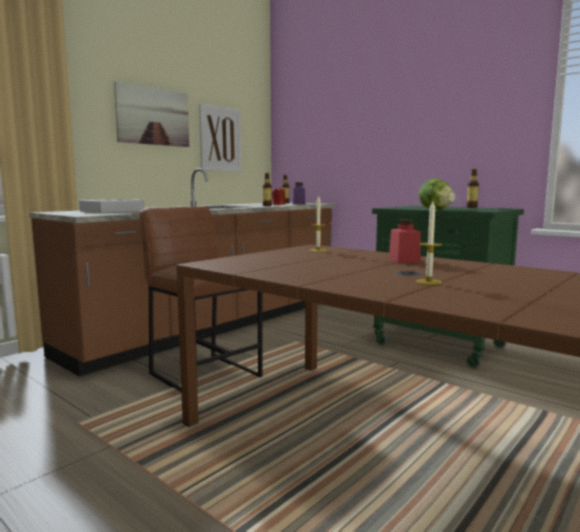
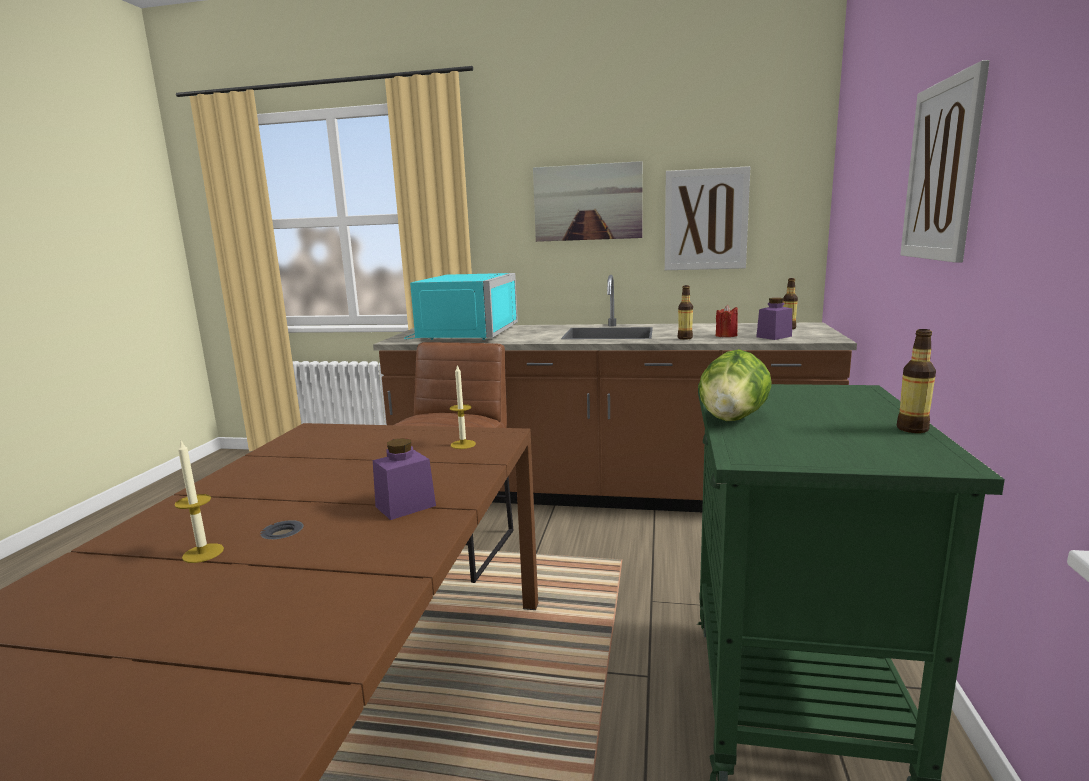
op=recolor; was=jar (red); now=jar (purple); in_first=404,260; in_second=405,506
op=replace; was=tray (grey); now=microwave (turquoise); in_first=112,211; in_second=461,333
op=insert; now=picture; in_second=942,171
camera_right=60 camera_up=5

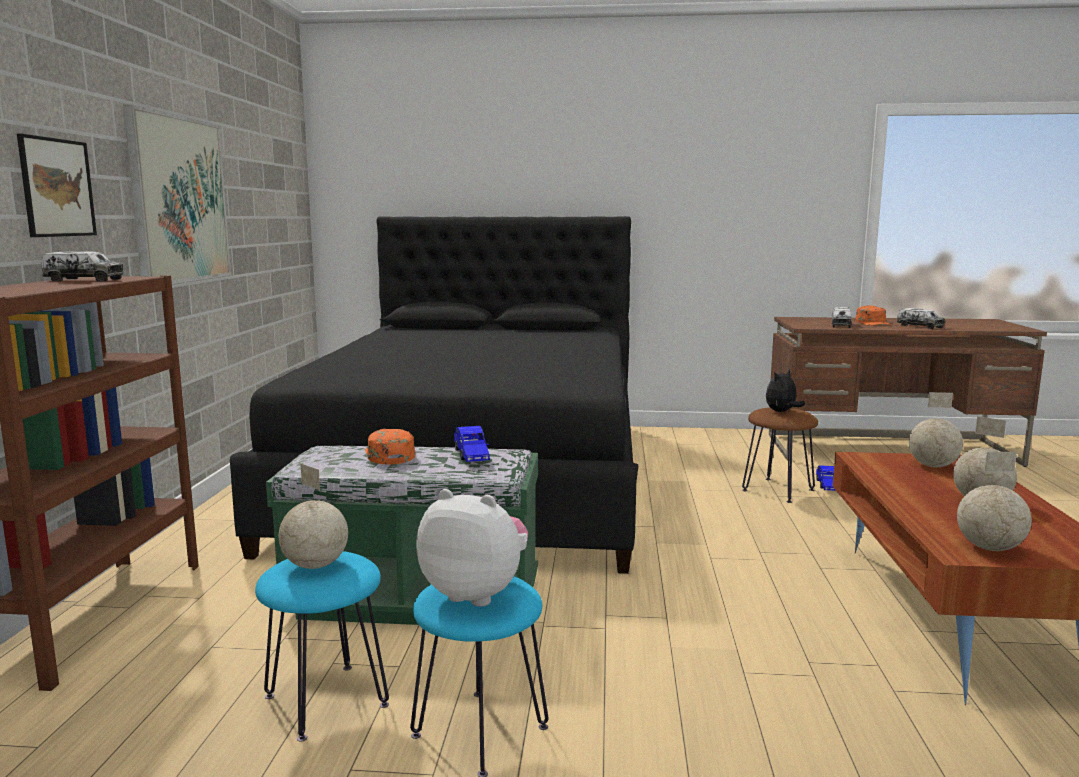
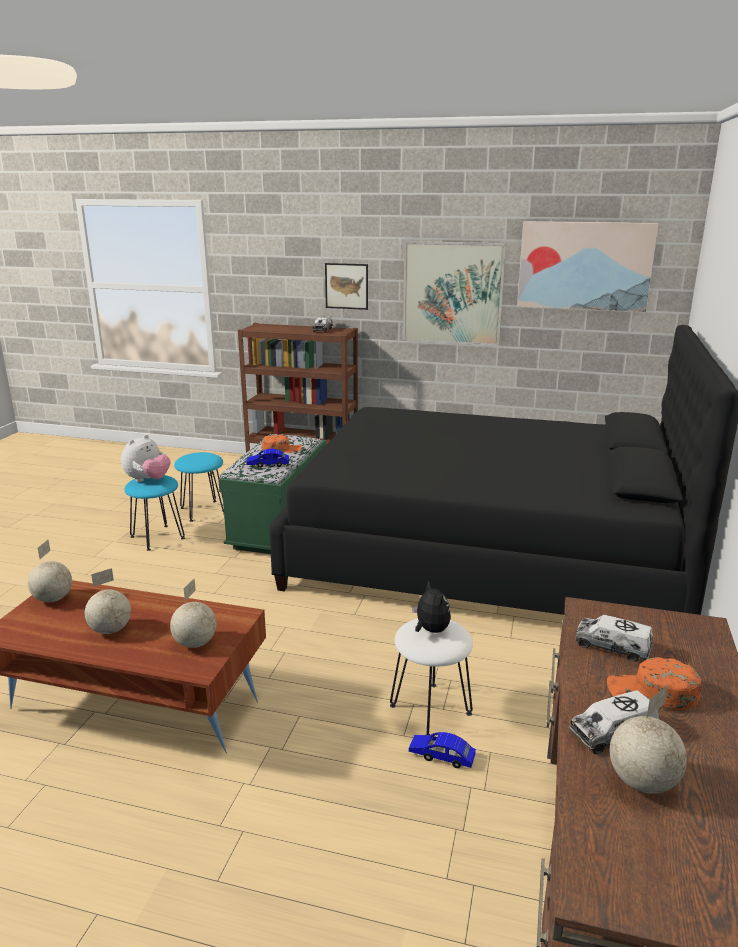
op=recolor; was=stool (brown); now=stool (white); in_first=778,490; in_second=430,710
op=insert; now=picture; in_second=584,266
op=move; was=globe; in_first=315,566; in_second=641,782
camera_right=100 camera_up=10

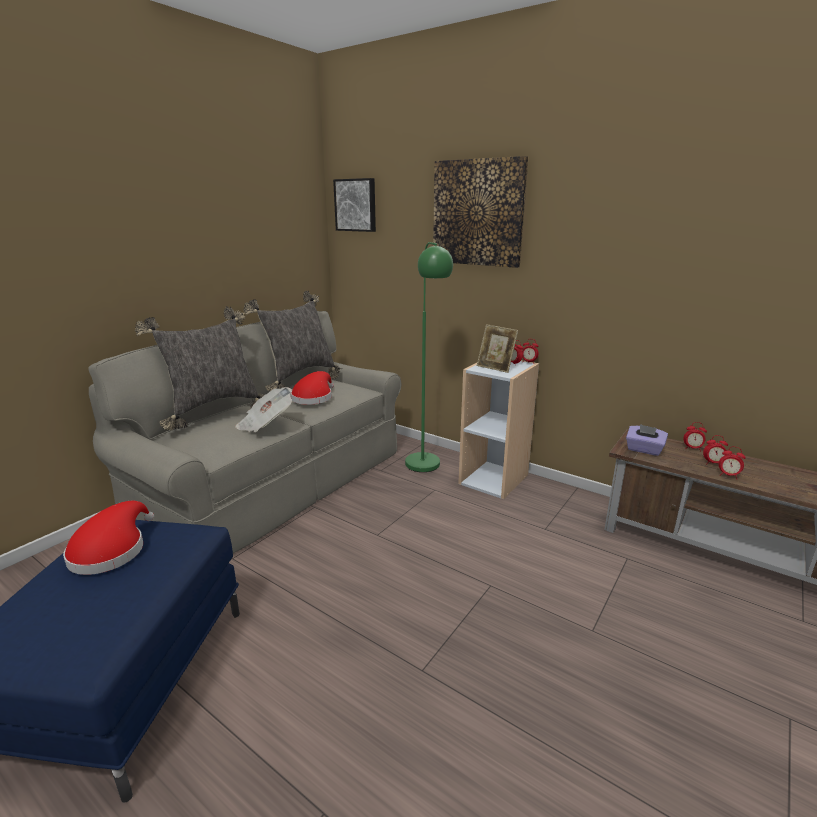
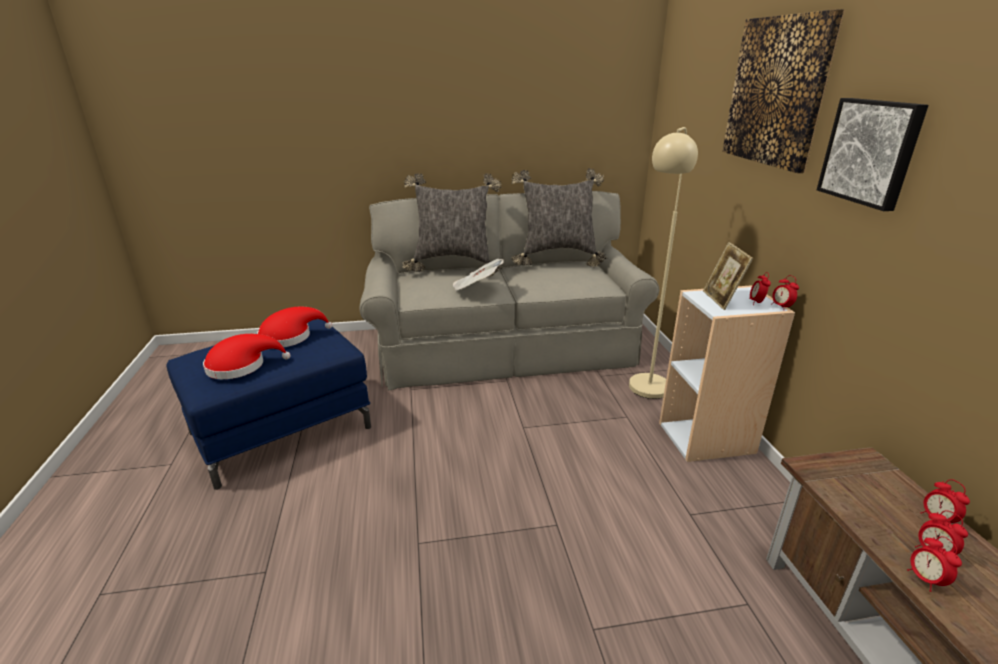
op=move; was=hat (red); in_first=313,397; in_second=241,366
op=recolor; was=floor lamp (green); now=floor lamp (beige); in_first=426,469; in_second=646,394
op=move; was=picture; in_first=356,205; in_second=871,152
op=delete; was=tissue box (purple); in_first=644,450
camera_right=45 camera_up=5

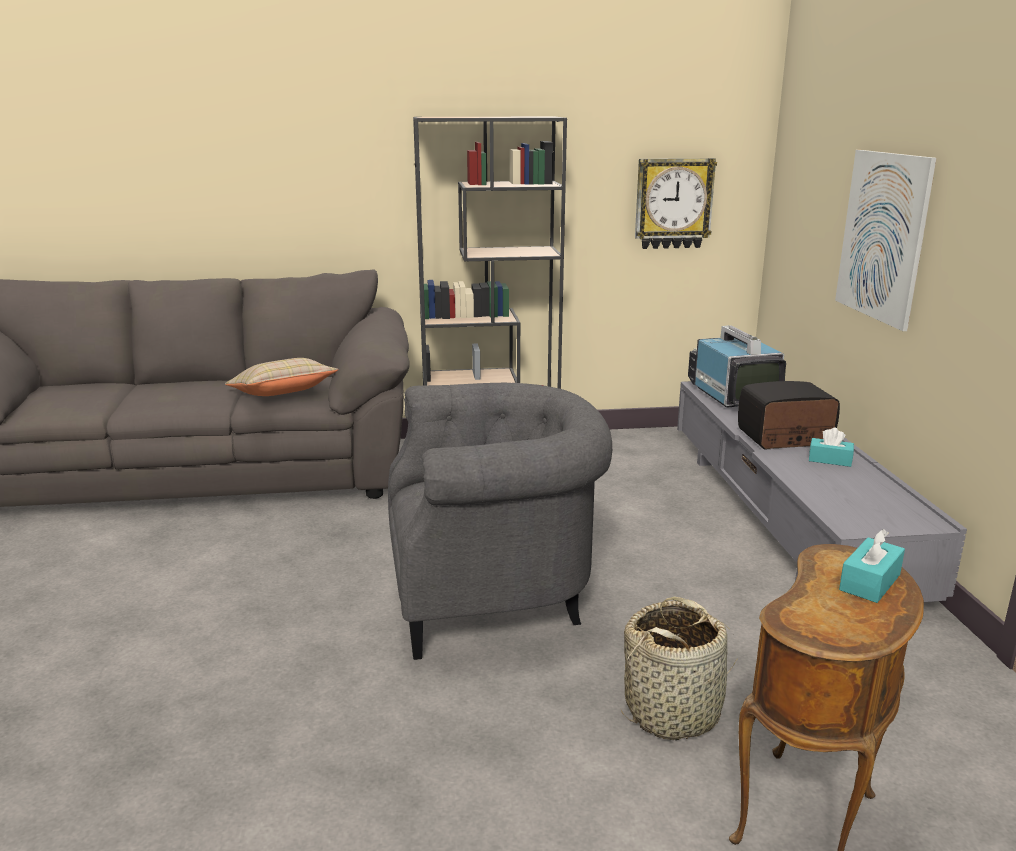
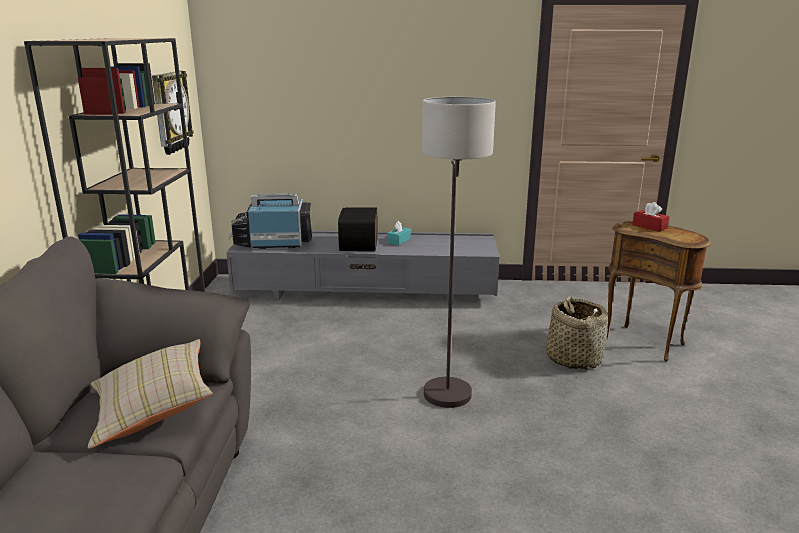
op=replace; was=armchair (grey); now=floor lamp (grey); in_first=494,598; in_second=448,402
op=recolor; was=tissue box (turquoise); now=tissue box (red); in_first=870,582; in_second=649,226
op=delete; was=picture; in_first=882,236
camera_right=-80 camera_up=0

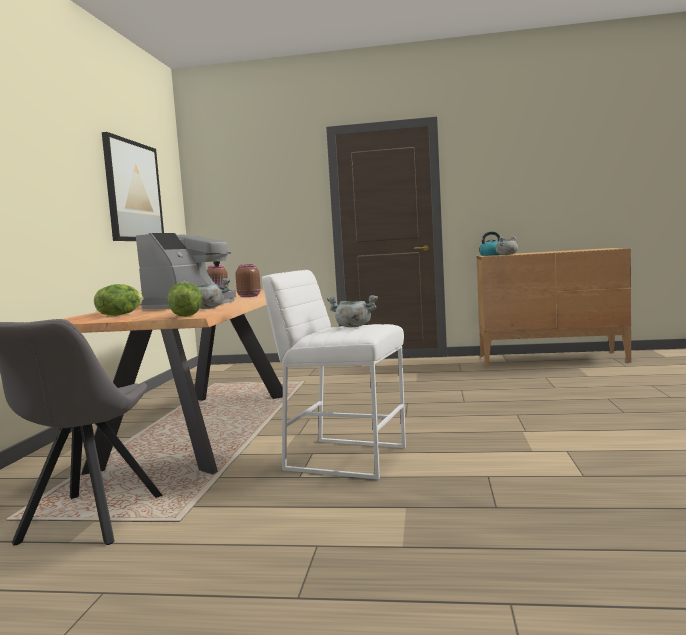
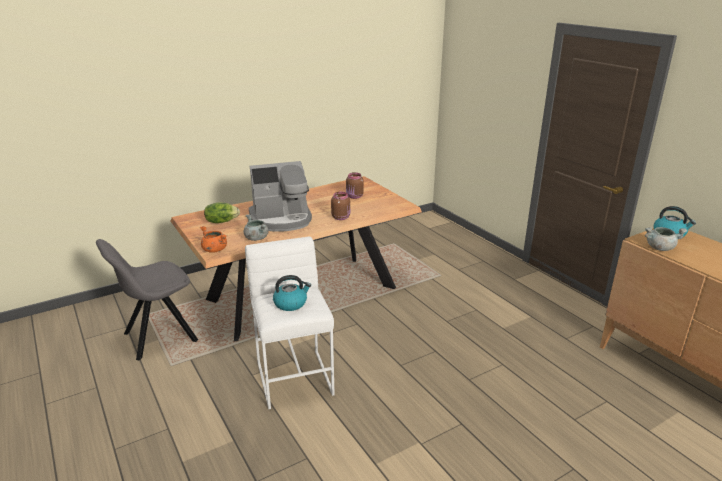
op=replace; was=lettuce; now=cooking pot (orange); in_first=185,316; in_second=214,250
op=replace; was=cooking pot (grey); now=kettle; in_first=353,326; in_second=291,303
op=delete; was=picture; in_first=133,191
camera_right=50 camera_up=20

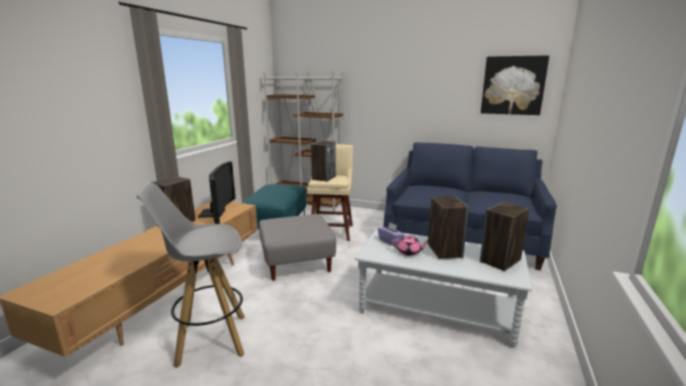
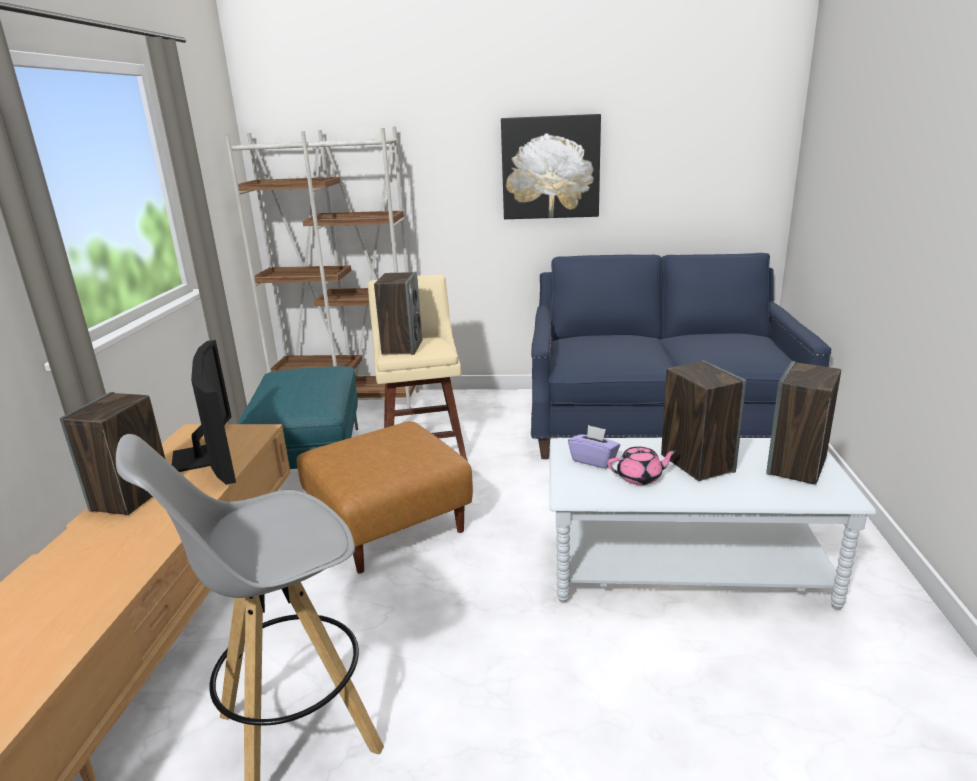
op=recolor; was=ottoman (grey); now=ottoman (brown); in_first=297,262; in_second=389,524
op=move; was=picture; in_first=513,85; in_second=550,167
camera_right=-15 camera_up=5

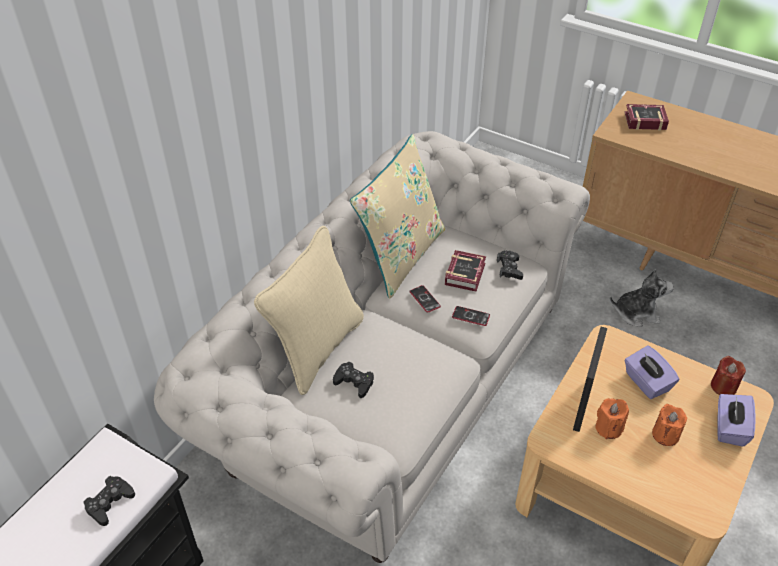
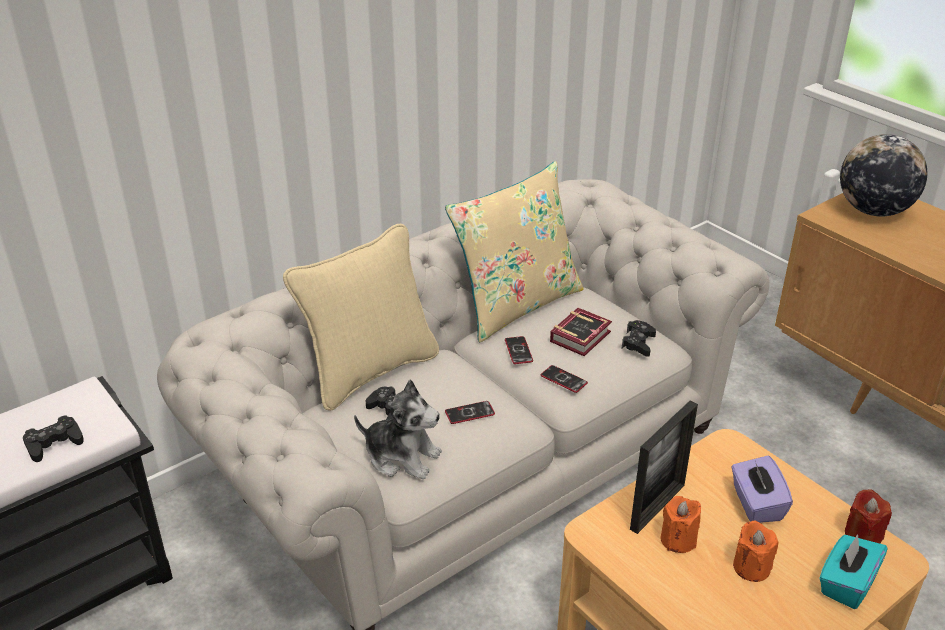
op=move; was=plush toy; in_first=636,313; in_second=402,457
op=insert; now=phone; in_second=469,413
op=recolor; was=tissue box (purple); now=tissue box (turquoise); in_first=729,428; in_second=846,584
op=replace; was=book; now=globe; in_first=643,120; in_second=873,211
camera_right=20 camera_up=-10

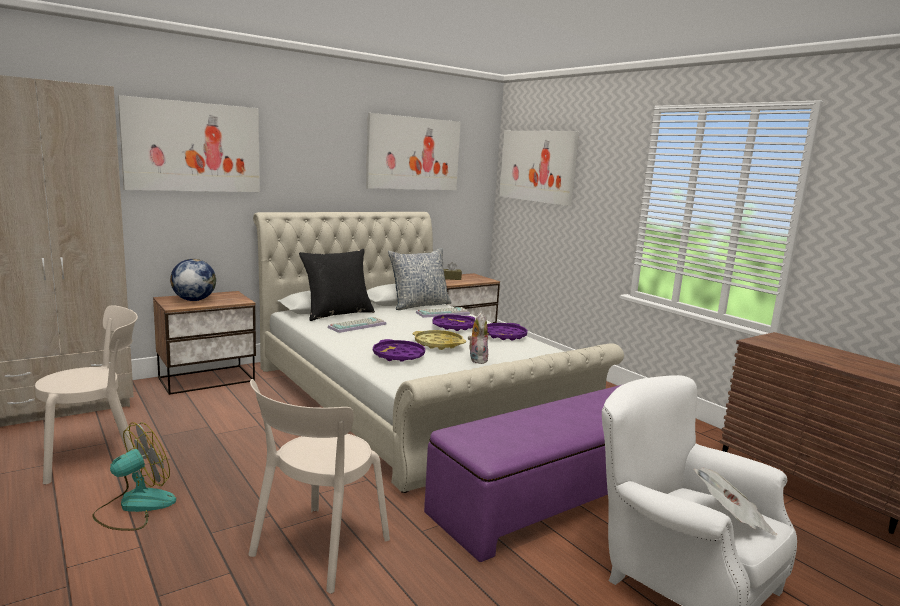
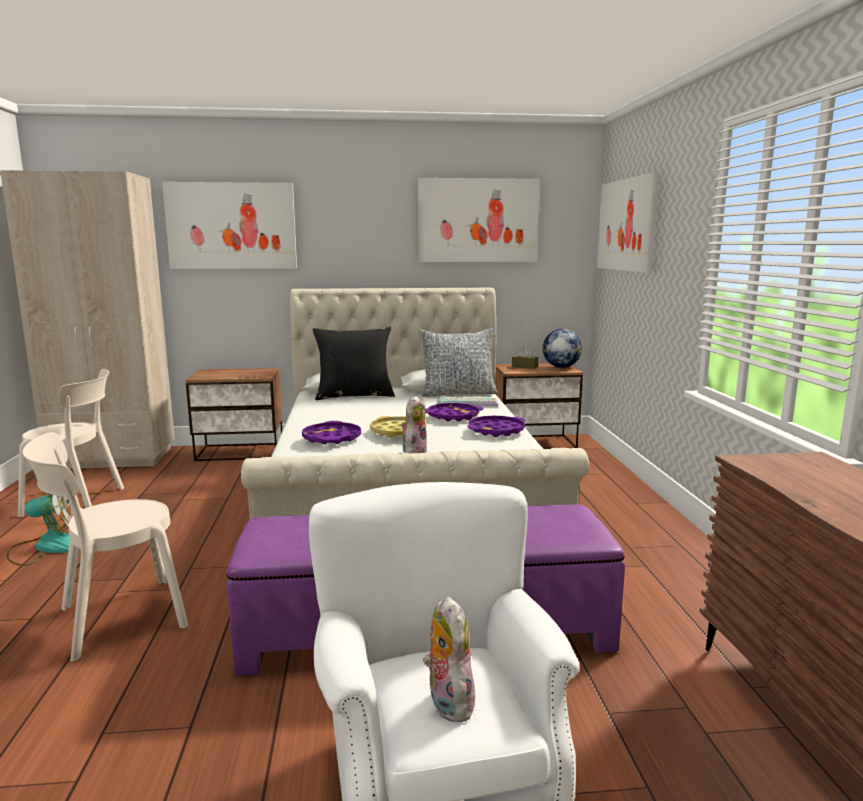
op=replace; was=newspaper; now=plush toy; in_first=731,519; in_second=447,702
op=move; was=globe; in_first=193,300; in_second=561,367
op=delete; was=keyboard; in_first=357,325
camera_right=30 camera_up=0

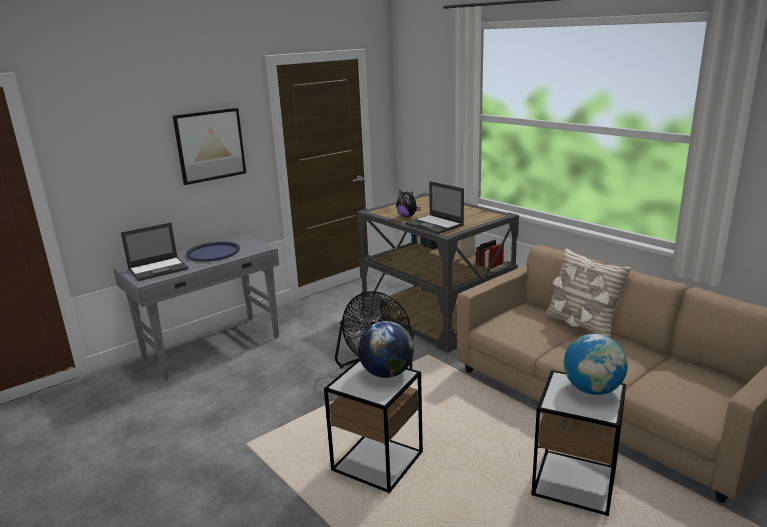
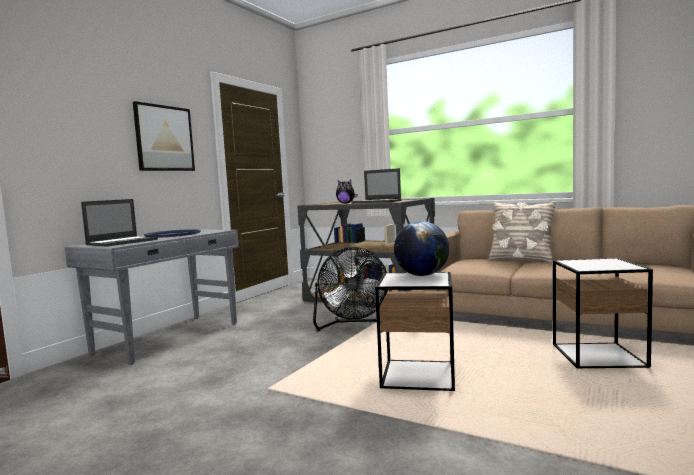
op=delete; was=globe; in_first=592,389
camera_right=-20 camera_up=-15

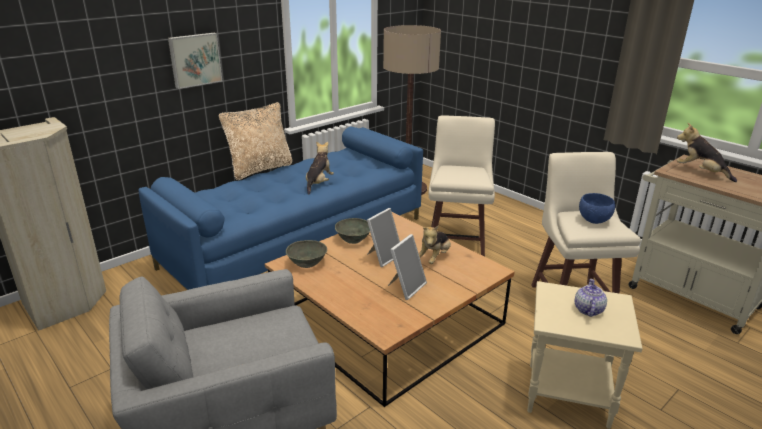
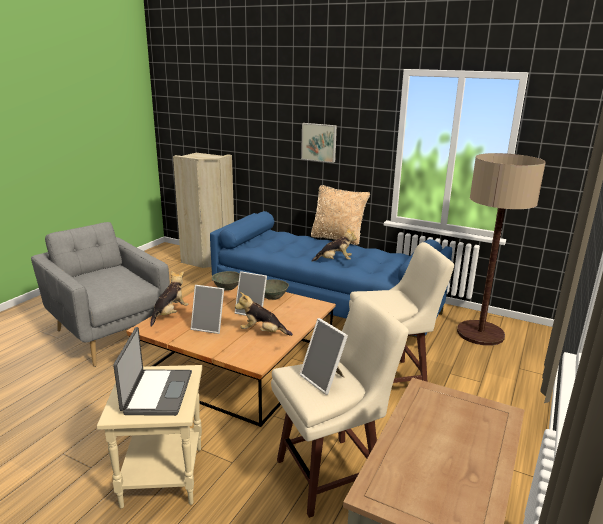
op=replace; was=teapot; now=laptop; in_first=588,309; in_second=156,393
op=move; was=plush toy; in_first=700,172; in_second=170,314
op=replace; was=bowl (blue); now=picture frame; in_first=594,220; in_second=324,380
camera_right=70 camera_up=-5

